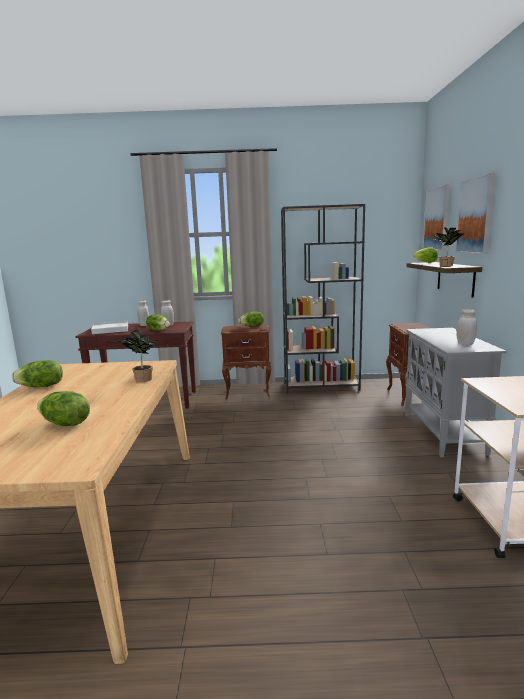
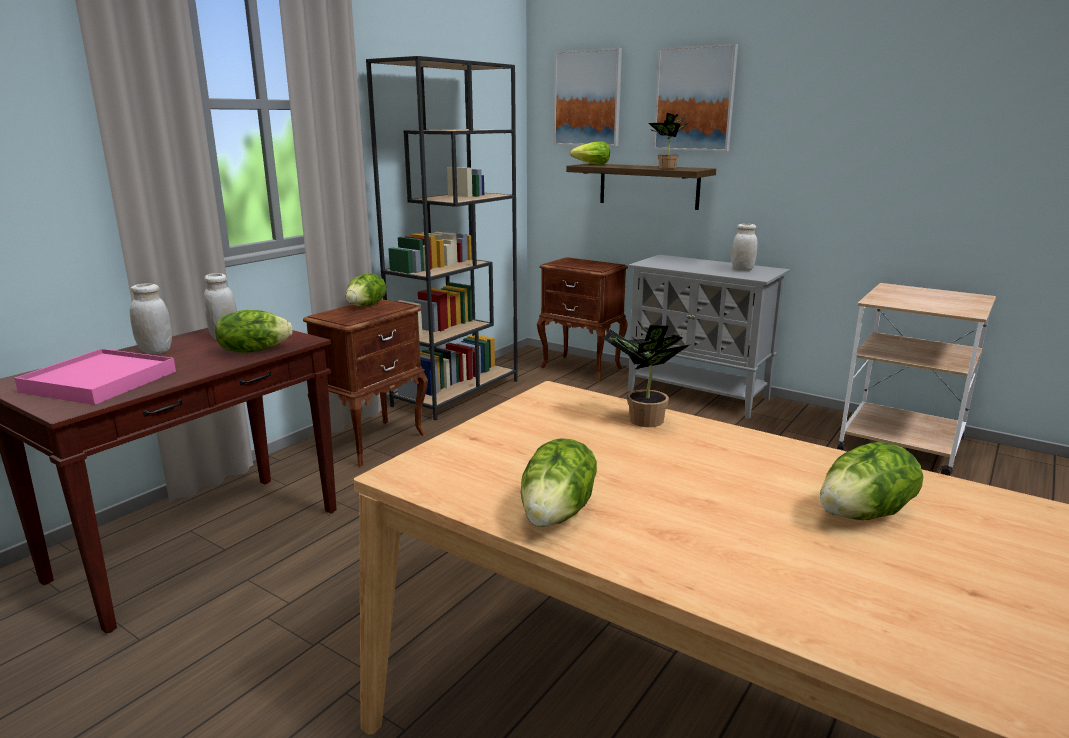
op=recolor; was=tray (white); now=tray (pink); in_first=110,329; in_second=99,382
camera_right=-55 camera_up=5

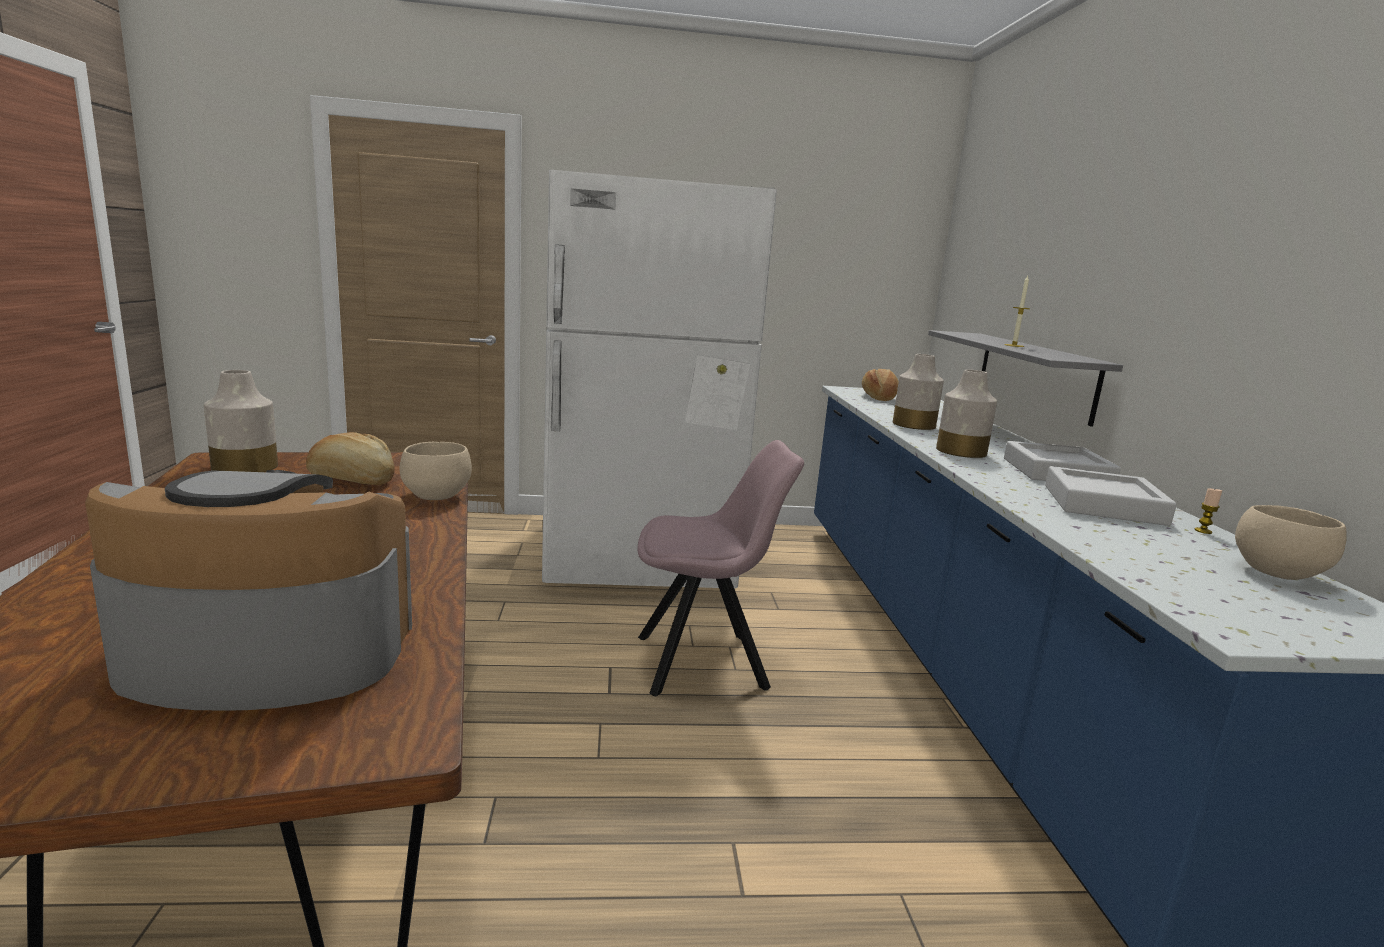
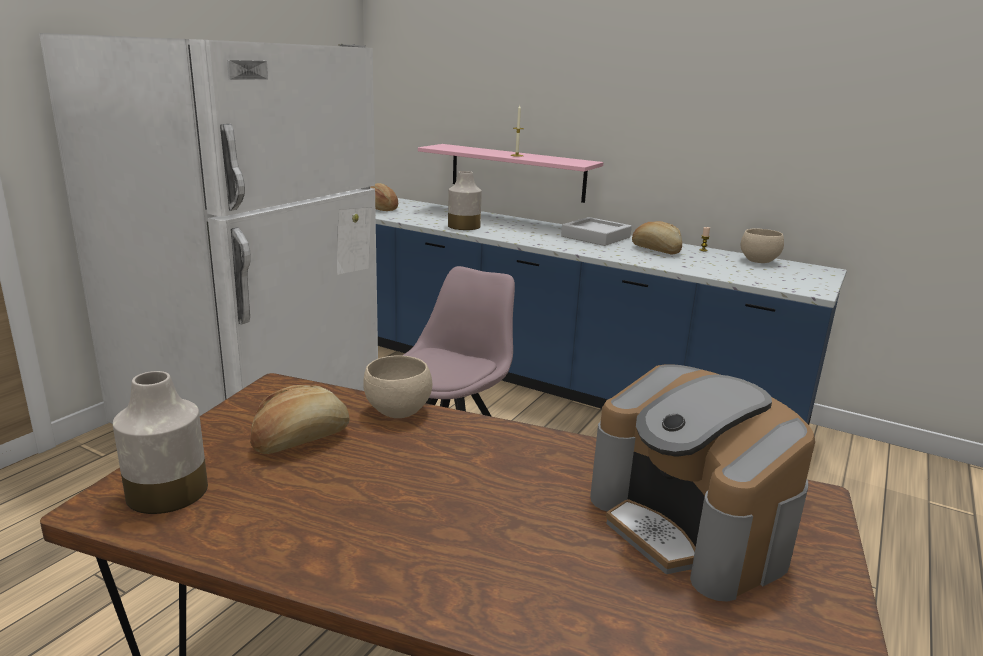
op=recolor; was=shelf (grey); now=shelf (pink); in_first=1034,375; in_second=517,172
op=rotate; was=coffee machine; in_first=266,653; in_second=690,527; clockwise=-60
op=replace; was=tray (grey); now=bread; in_first=1103,505; in_second=656,250
op=delete; was=vase (beige); in_first=960,451
camera_right=-55 camera_up=5

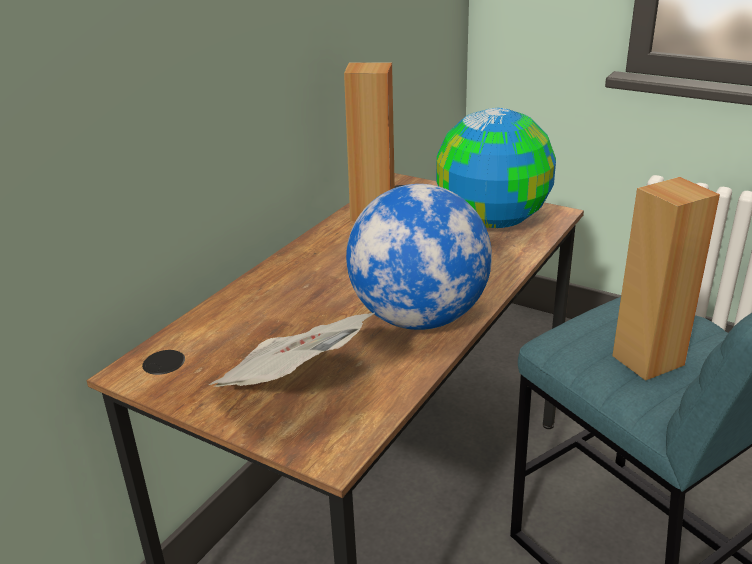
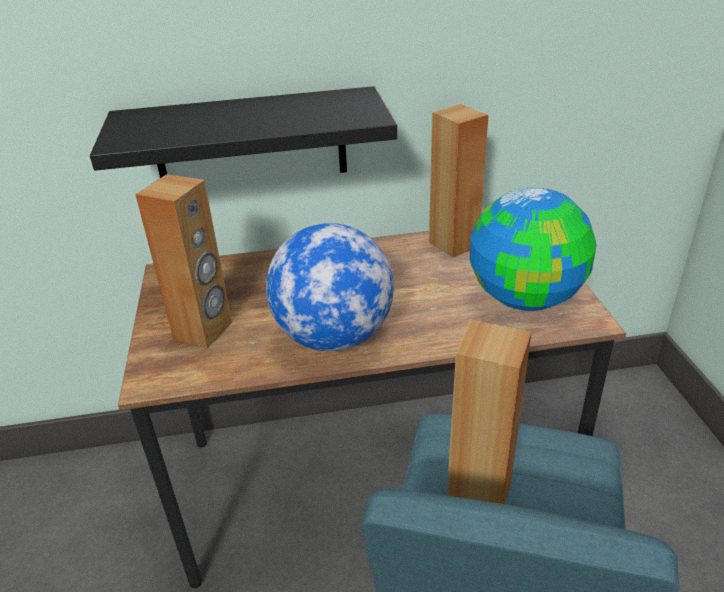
op=insert; now=shelf (black); in_second=250,140
op=replace; was=newspaper; now=speaker (brown); in_first=294,385; in_second=203,331
camera_right=50 camera_up=5

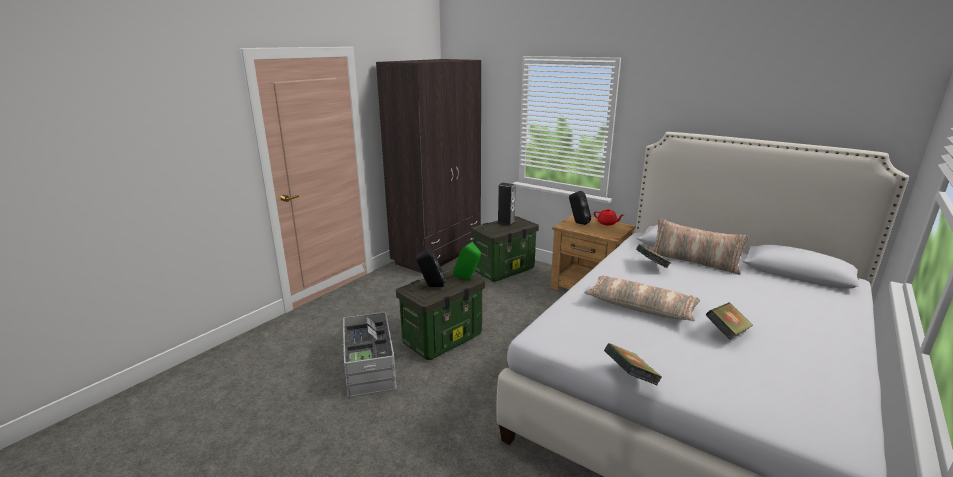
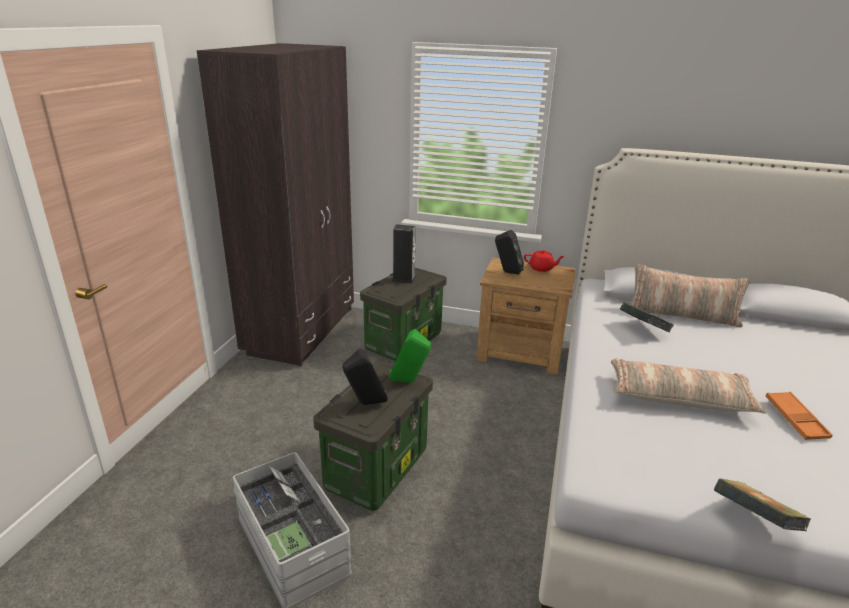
op=replace; was=book; now=tray (orange); in_first=726,333; in_second=795,419
camera_right=-20 camera_up=5

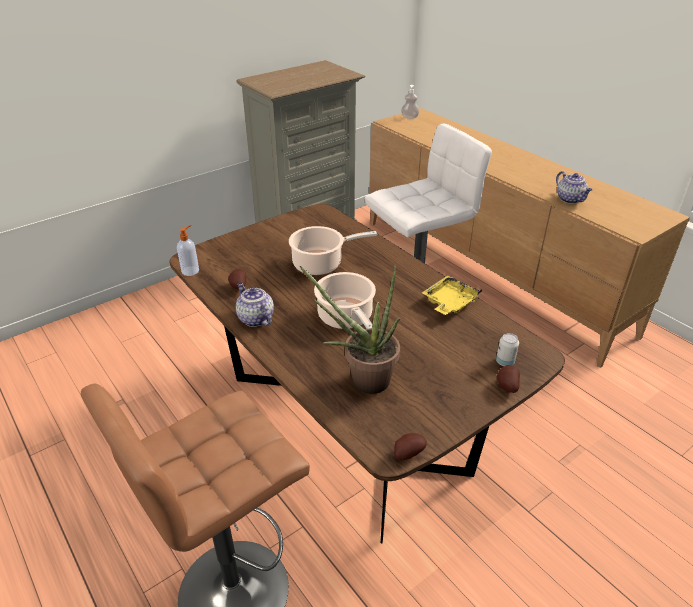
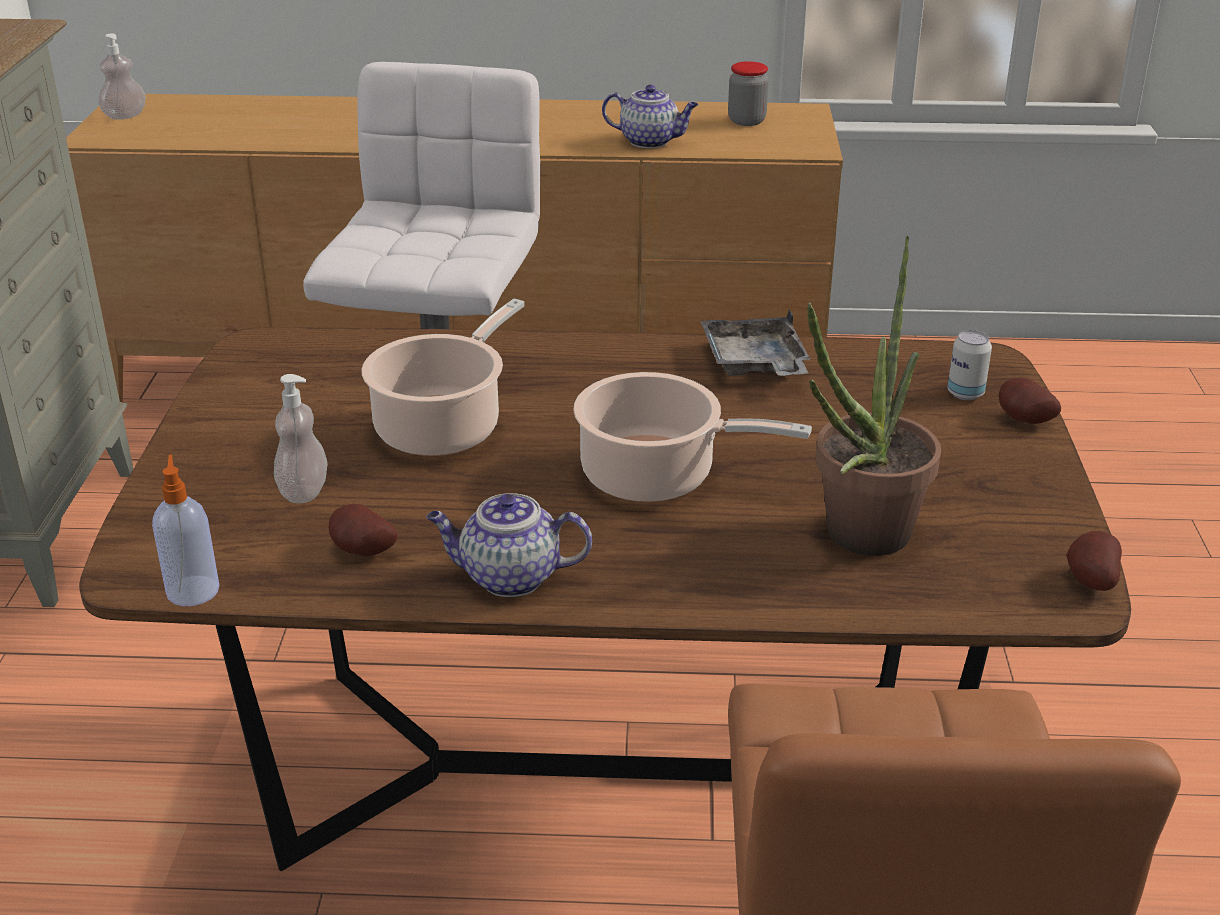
op=insert; now=soap dispenser; in_second=303,491
op=recolor; was=tray (yellow); now=tray (grey); in_first=449,302; in_second=755,364
op=insert; now=jar; in_second=746,121
camera_right=-50 camera_up=-5

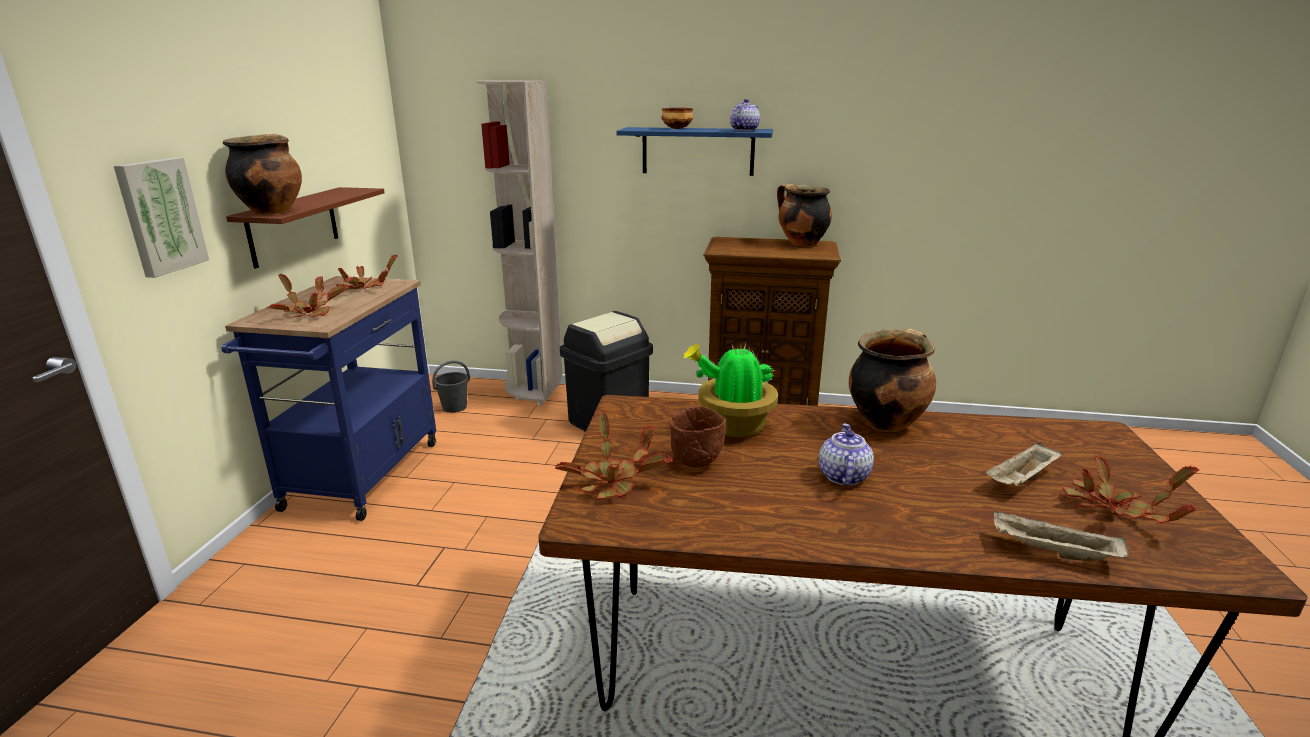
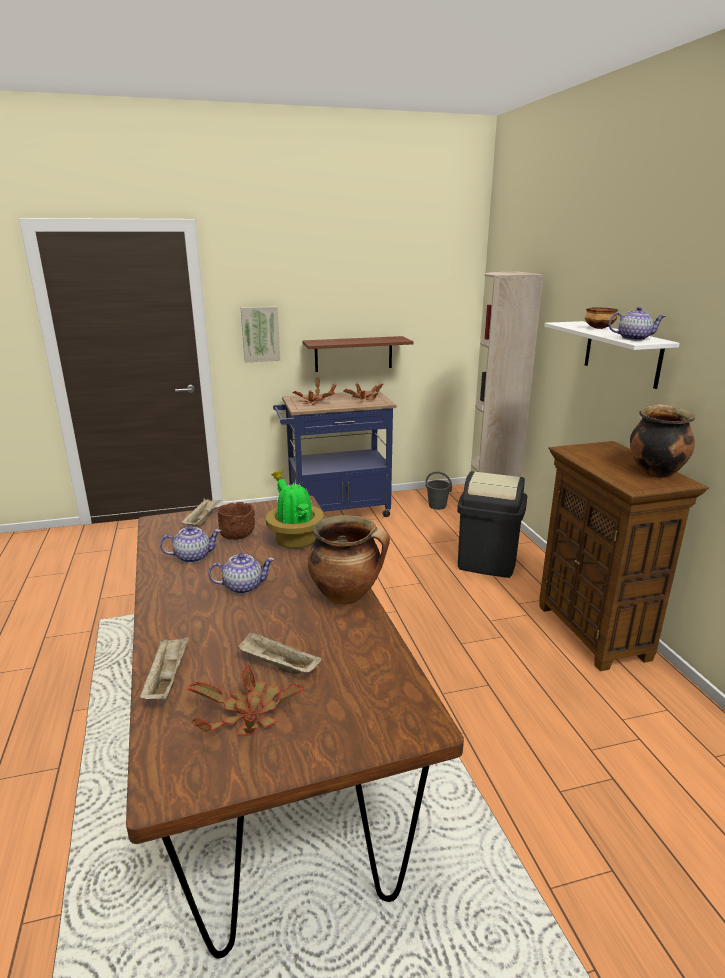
op=insert; now=teapot; in_second=193,557
op=replace; was=potted plant; now=tray (beige); in_first=613,480; in_second=202,520
op=recolor; was=shelf (blue); now=shelf (white); in_first=698,151; in_second=622,353
op=delete; was=cooking pot; in_first=272,211
camera_right=65 camera_up=0

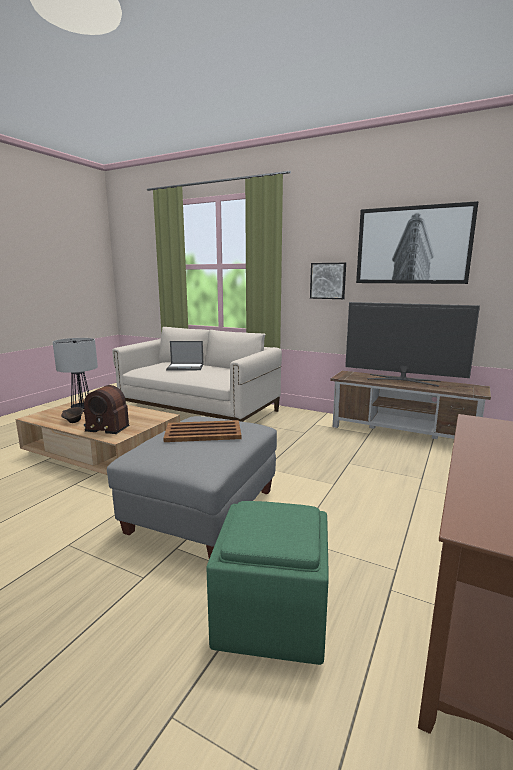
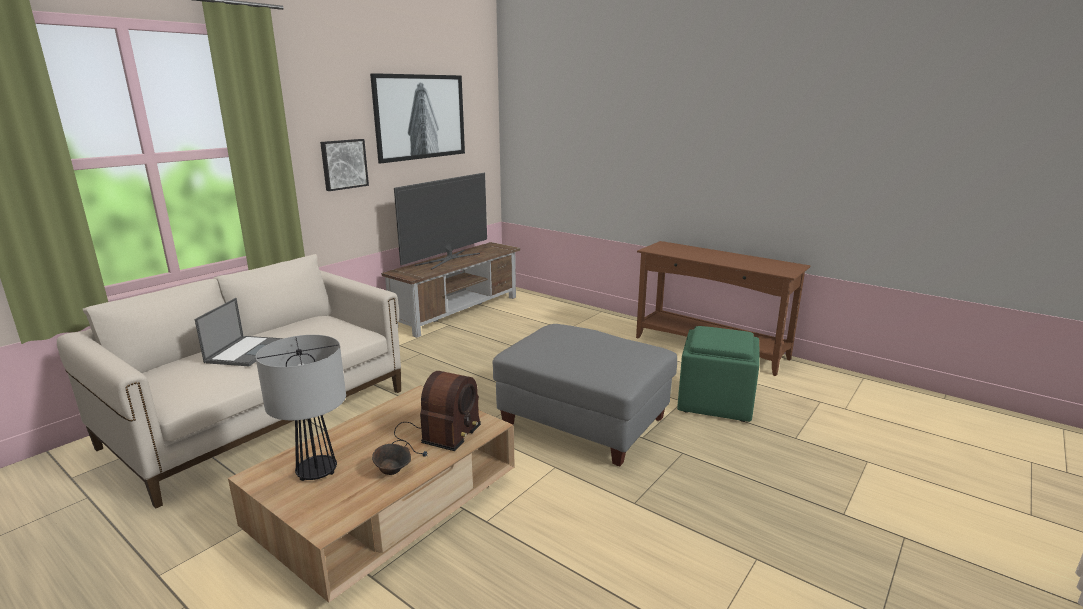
op=delete; was=tray (brown); in_first=204,432
camera_right=-80 camera_up=5

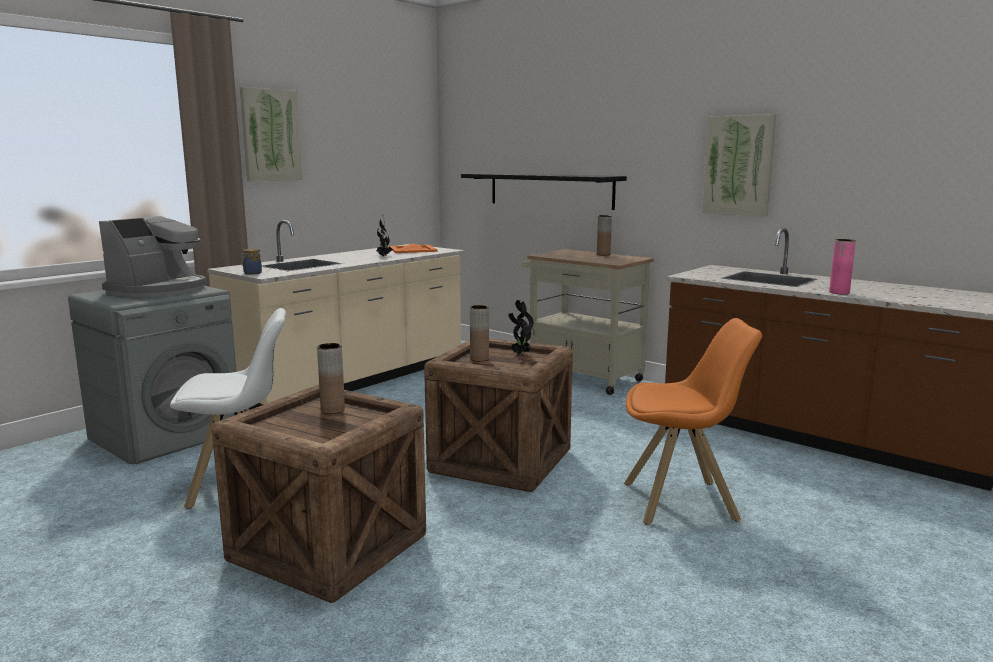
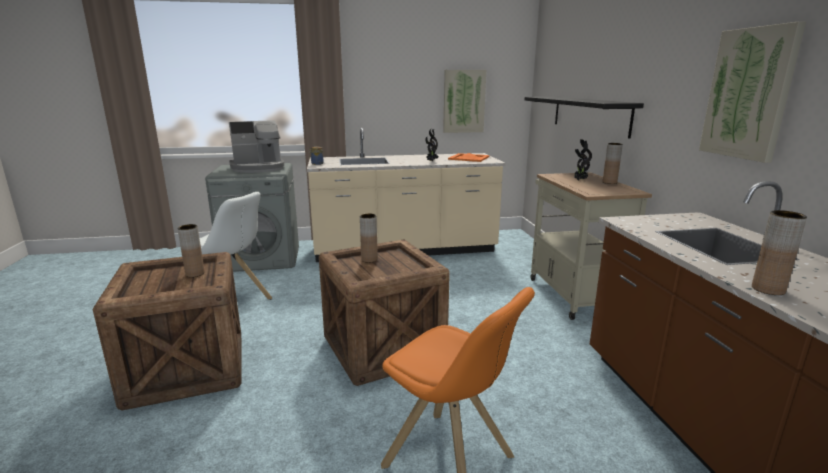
op=move; was=picture; in_first=270,135; in_second=464,101
op=move; was=potted plant; in_first=520,354; in_second=579,180
op=recolor; was=vase (pink); now=vase (brown); in_first=839,292; in_second=768,289
camera_right=40 camera_up=5

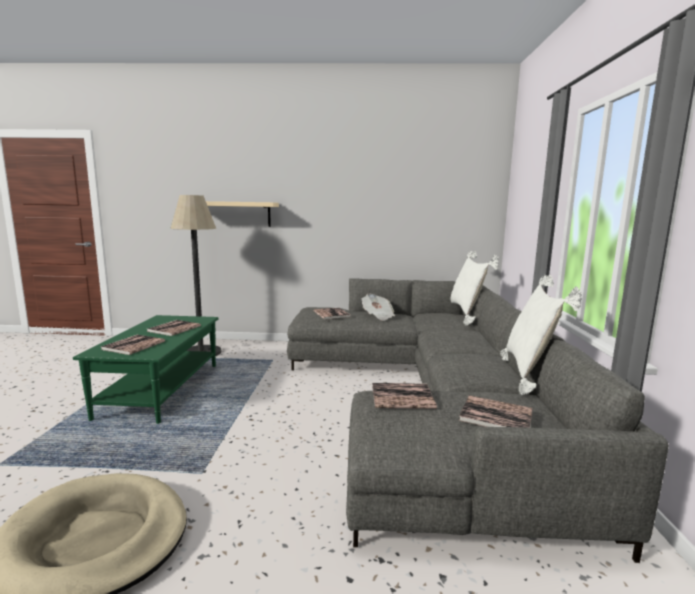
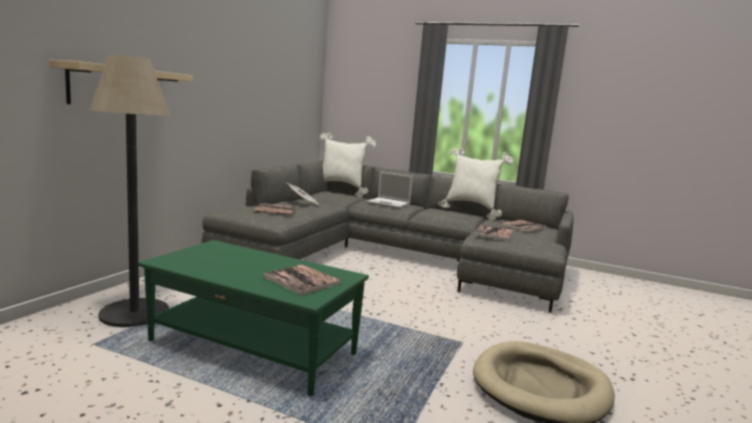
op=insert; now=laptop; in_second=389,203
op=delete; was=book; in_first=174,329
camera_right=-70 camera_up=0

